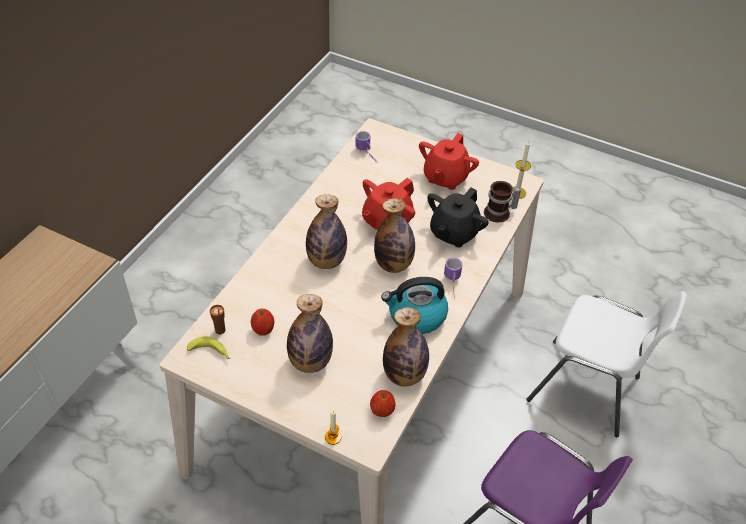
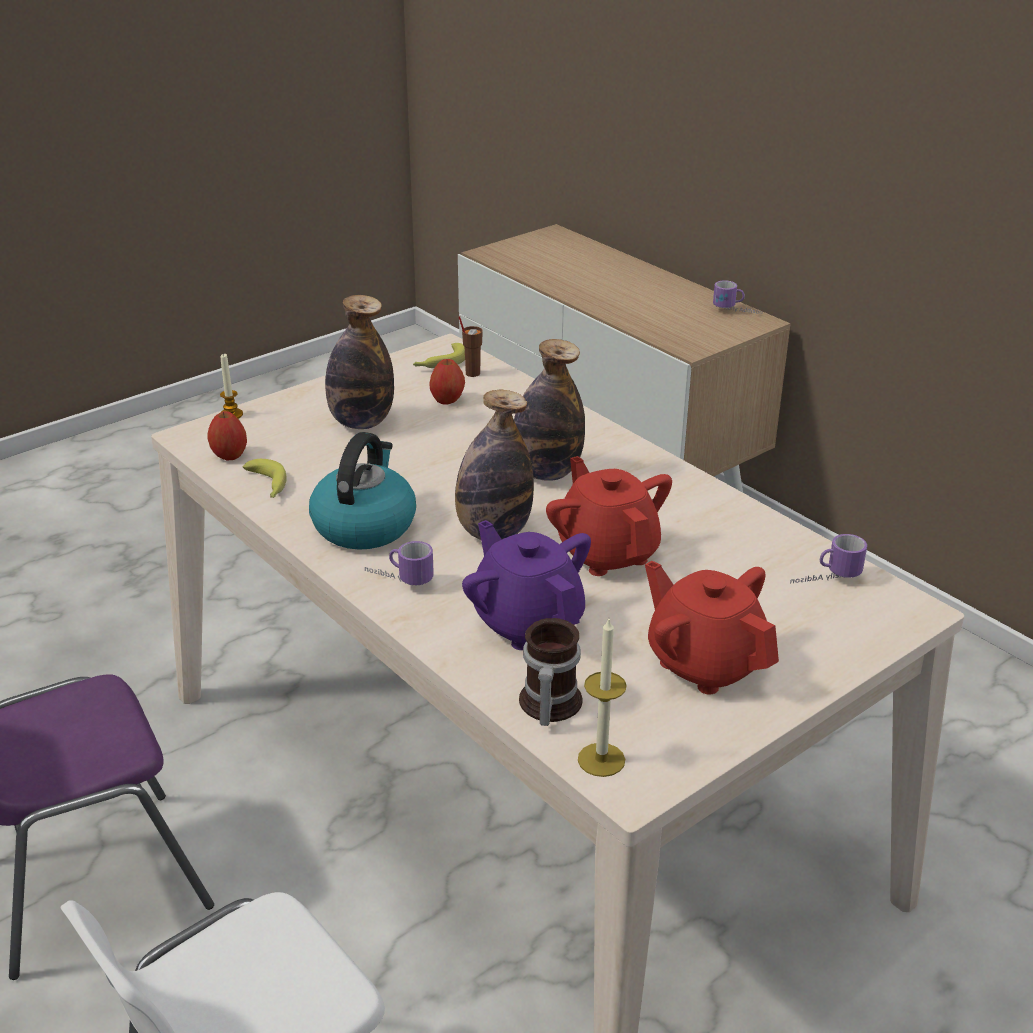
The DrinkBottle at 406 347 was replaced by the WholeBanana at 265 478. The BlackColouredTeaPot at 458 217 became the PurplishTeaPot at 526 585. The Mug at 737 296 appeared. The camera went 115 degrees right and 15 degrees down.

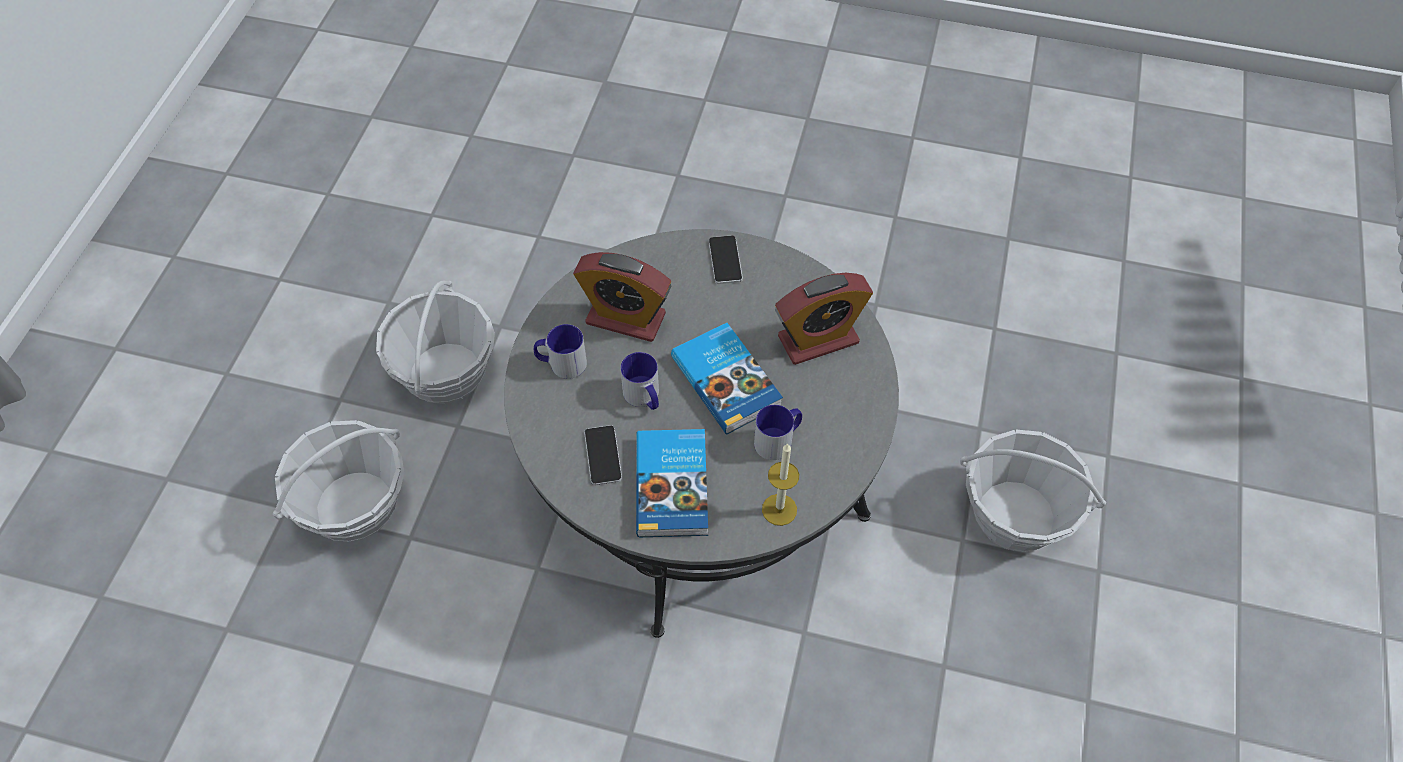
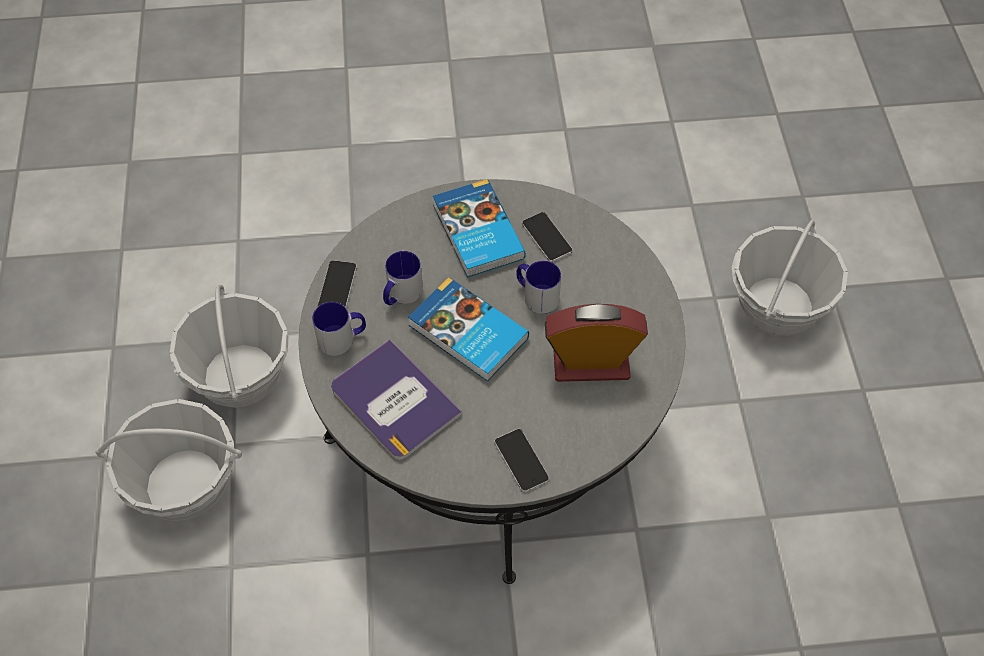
The StorageBasket moved from 435 342 to 229 346. The Mug moved from 560 351 to 339 329. The Phone at 337 284 appeared. The AlarmClock at 824 319 was replaced by the Book at 396 399. The Candle at 780 484 disappeared. The camera went 160 degrees right and 0 degrees up.

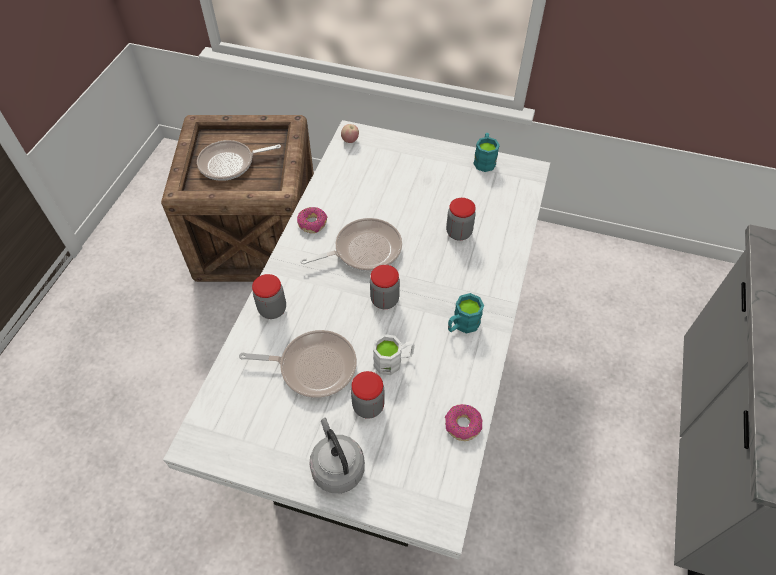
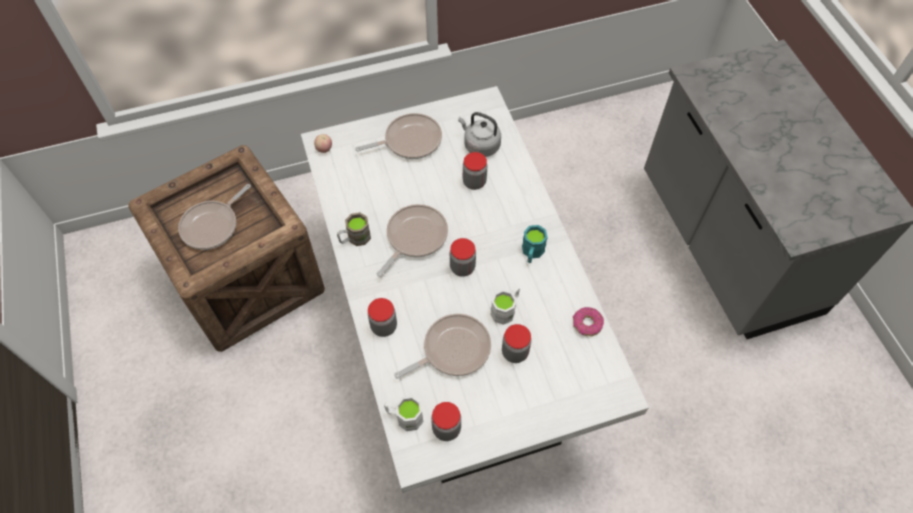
The RingDoughnut at 312 220 was replaced by the BrownColouredMug at 354 229. The Skillet at 398 136 appeared. The WhiteMug at 403 413 appeared. The StorageJar at 446 421 appeared. The GrayKettle moved from 337 455 to 479 134. The TurquoiseMug at 486 152 disappeared. The camera went 35 degrees left and 5 degrees up.

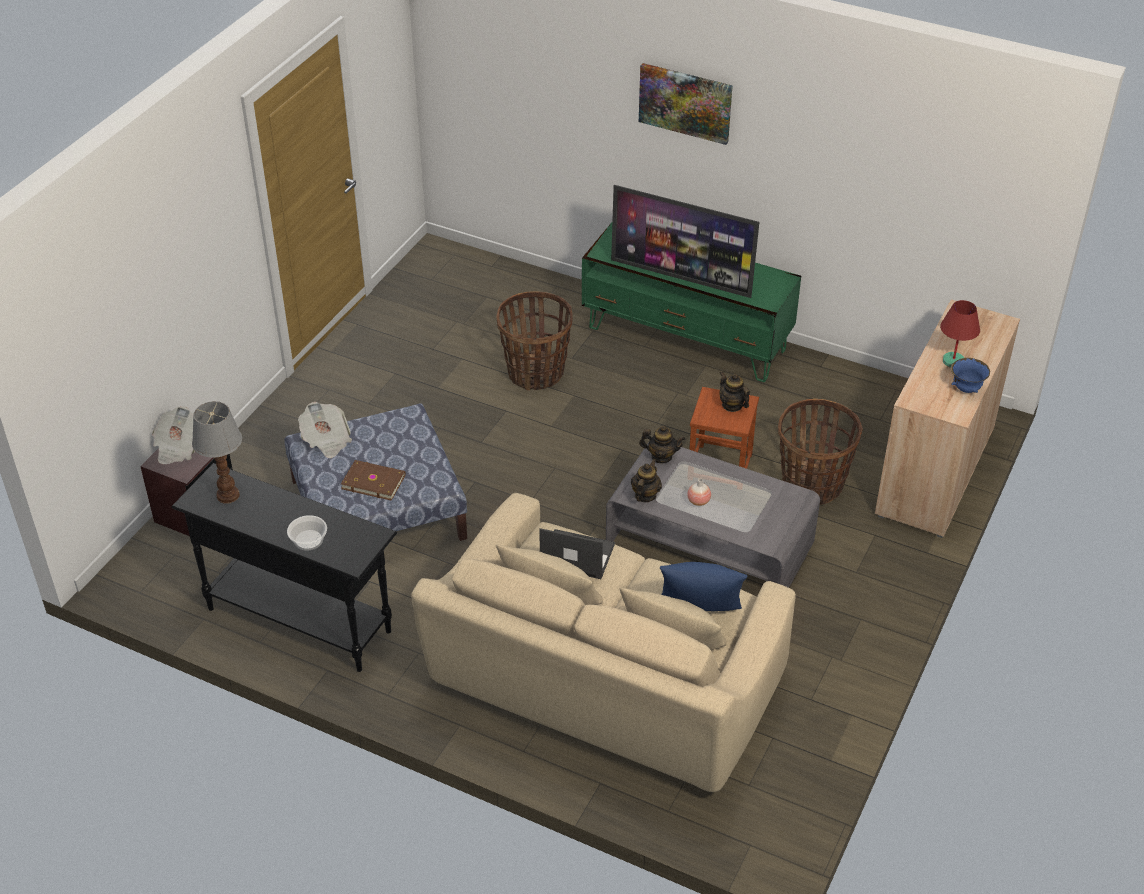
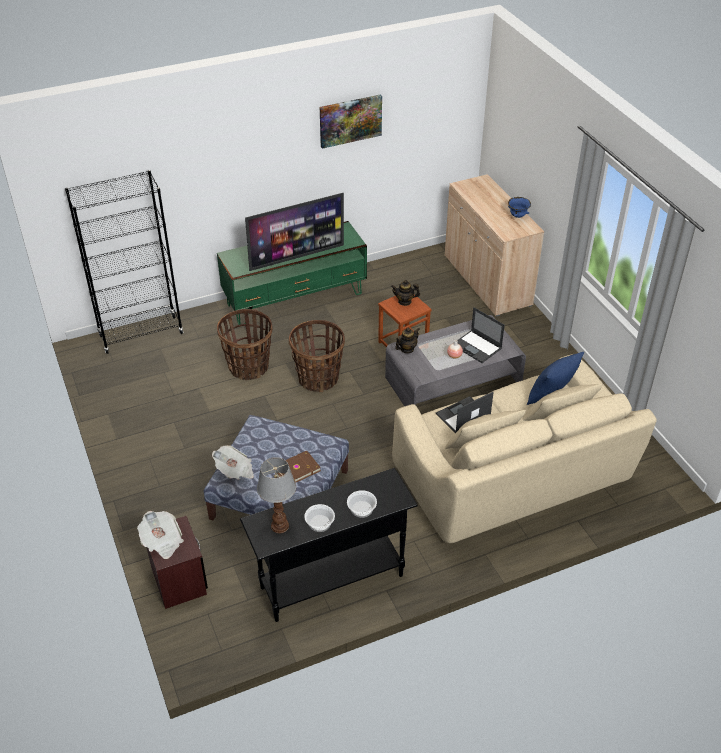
The BlackColouredBookcase at 124 262 appeared. The StorageBasket moved from 820 451 to 317 356. The Bowl at 319 518 appeared. The Picture moved from 686 104 to 351 121. The Laptop at 481 335 appeared. The TeaPot at 646 480 disappeared. The RedColouredLampForATable at 960 334 disappeared. The camera went 50 degrees left and 0 degrees up.

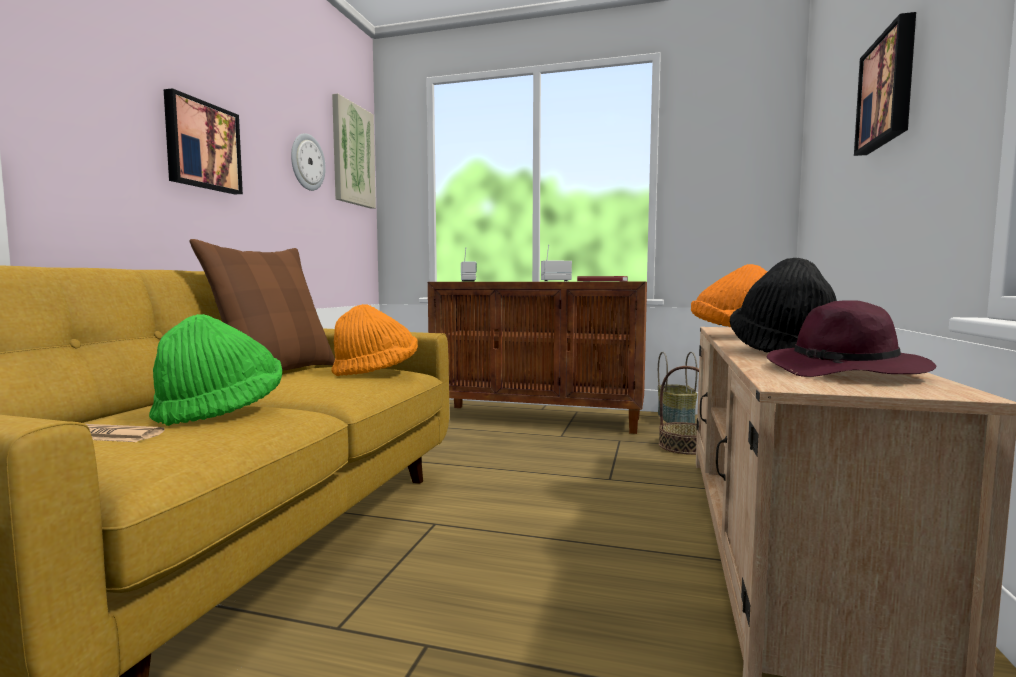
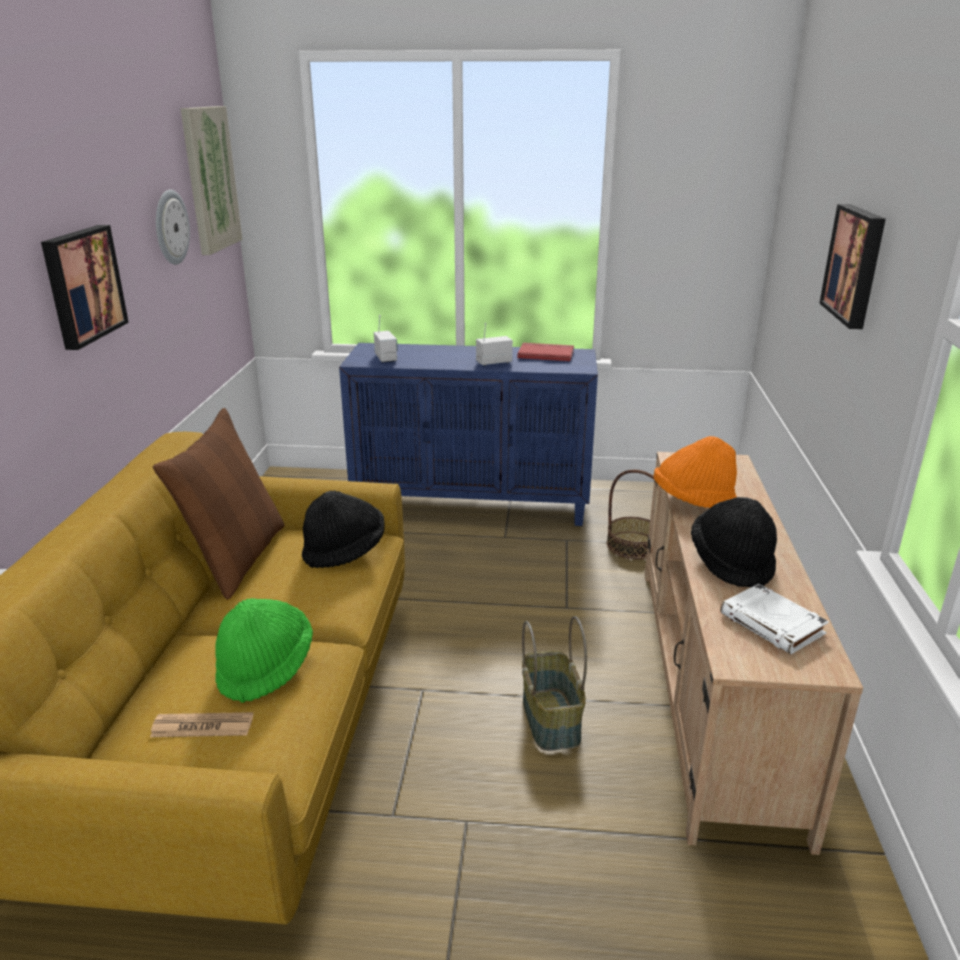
The OrangeClothingHat at 374 340 became the BlackColouredClothingHat at 343 529. The BrownColouredStorageCabinet at 537 358 became the BlueStorageCabinet at 468 434. The StorageBasket moved from 677 387 to 554 683. The PurplishClothingHat at 851 338 was replaced by the WhiteBook at 774 619. The camera went 10 degrees left and 20 degrees up.

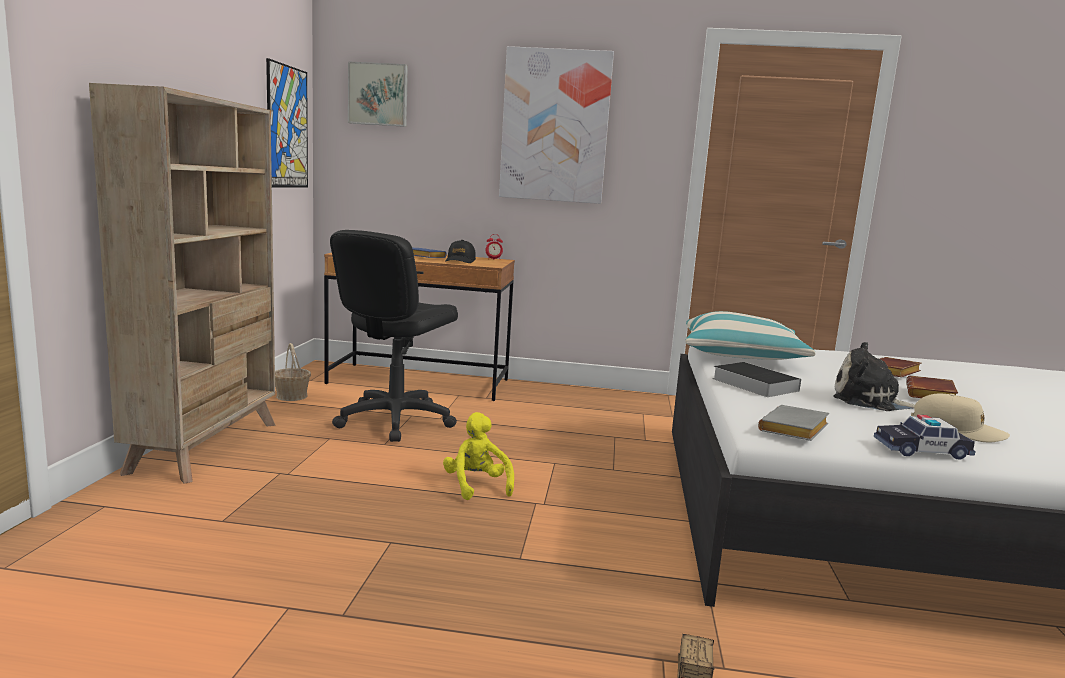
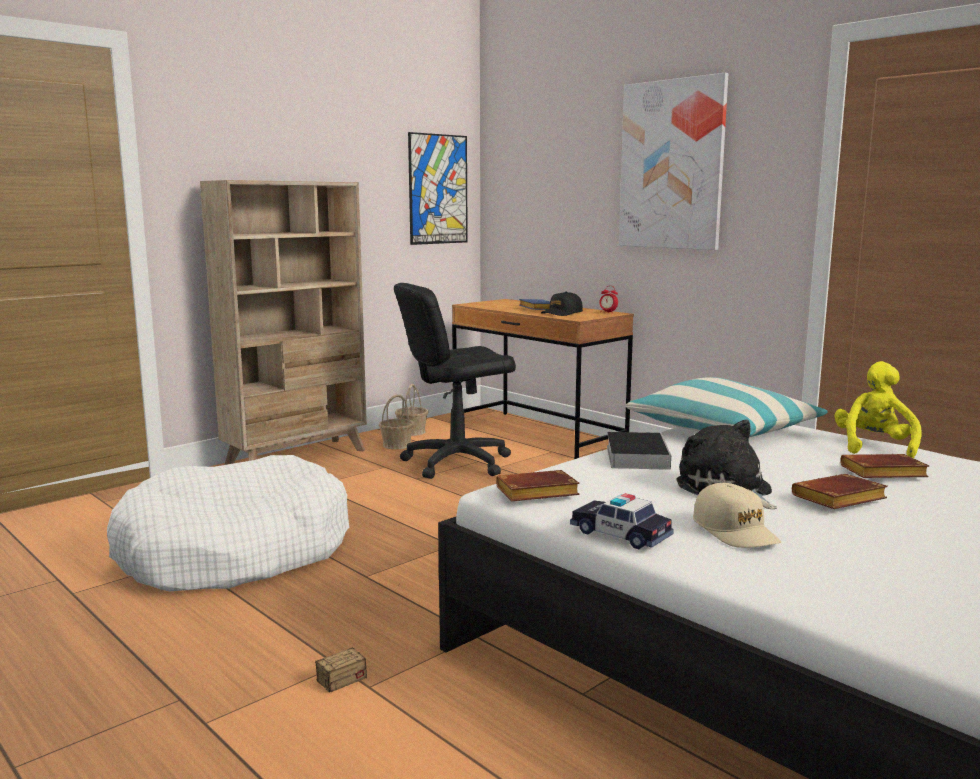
The WhiteDogCushion at 228 523 appeared. The StorageBasket at 396 422 appeared. The GrayBook at 793 423 became the BrownColouredBook at 538 485. The YellowCuddlyToy moved from 478 456 to 878 409. The Picture at 378 94 disappeared. The camera went 40 degrees right and 0 degrees up.

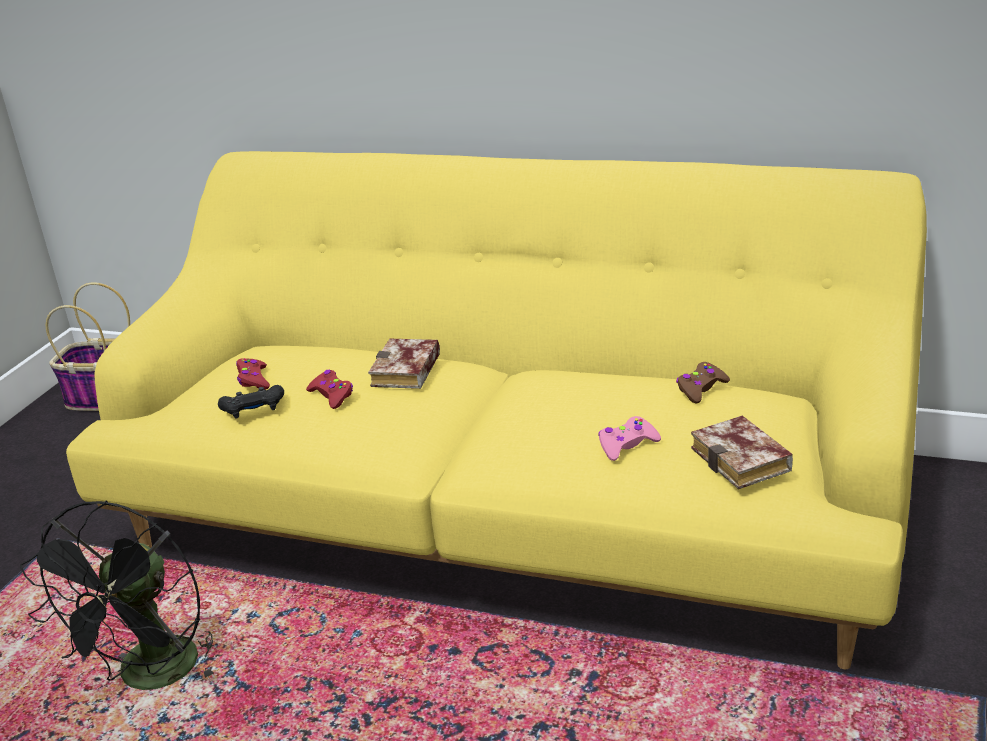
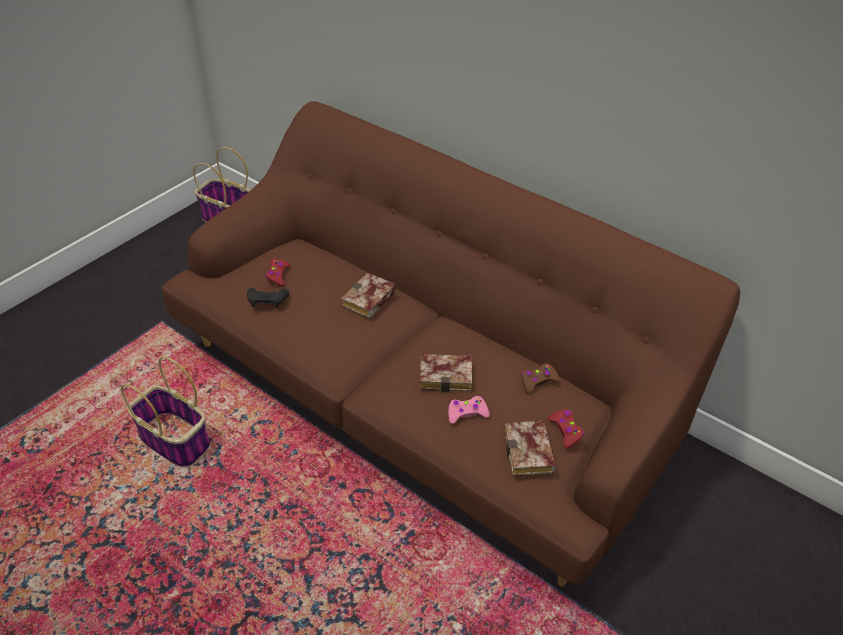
The BlackColouredElectricFan at 121 595 was replaced by the StorageBasket at 165 412. The YellowSofa at 496 410 became the BrownColouredSofa at 451 343. The Book at 446 373 appeared. The RedColouredGameController moved from 329 389 to 566 429. The camera went 15 degrees right and 15 degrees up.

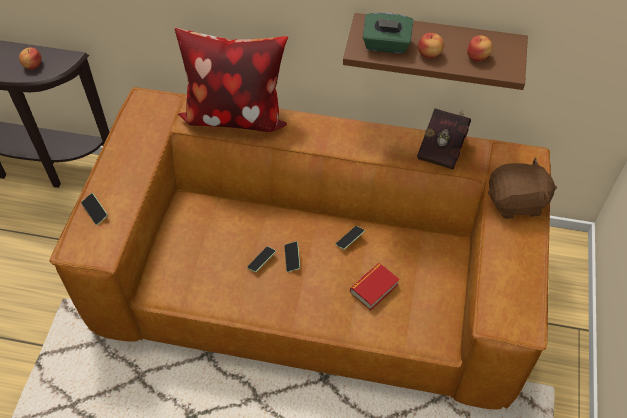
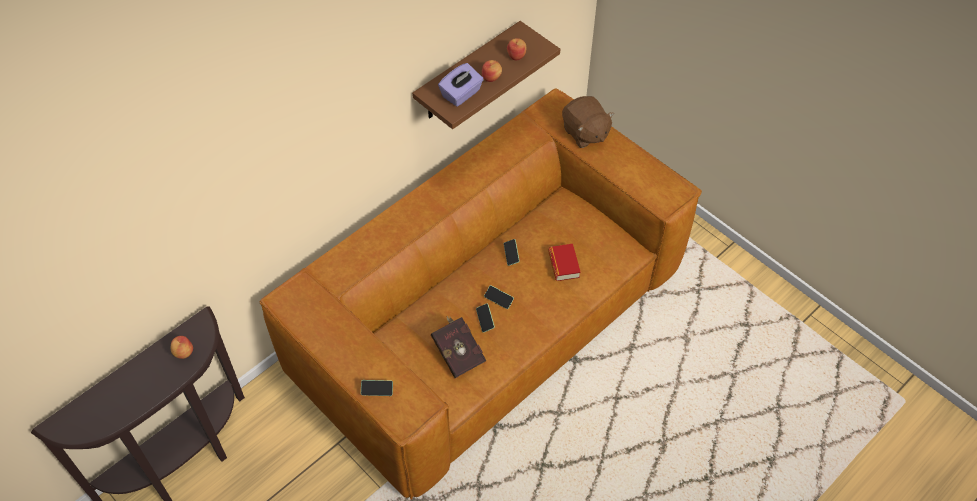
The RedColouredBook moved from 444 138 to 458 347. The GreenishTissueHolder at 388 33 became the PurplishTissueHolder at 461 85. The BrownColouredCuddlyToy at 522 188 turned 120 degrees clockwise. The Cushion at 231 80 disappeared. The camera went 55 degrees left and 0 degrees up.

